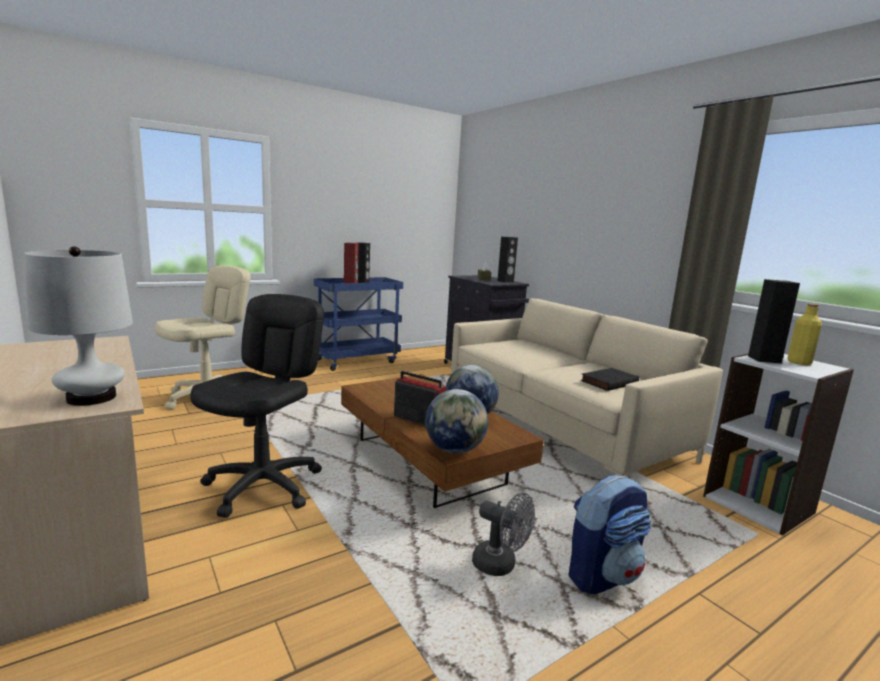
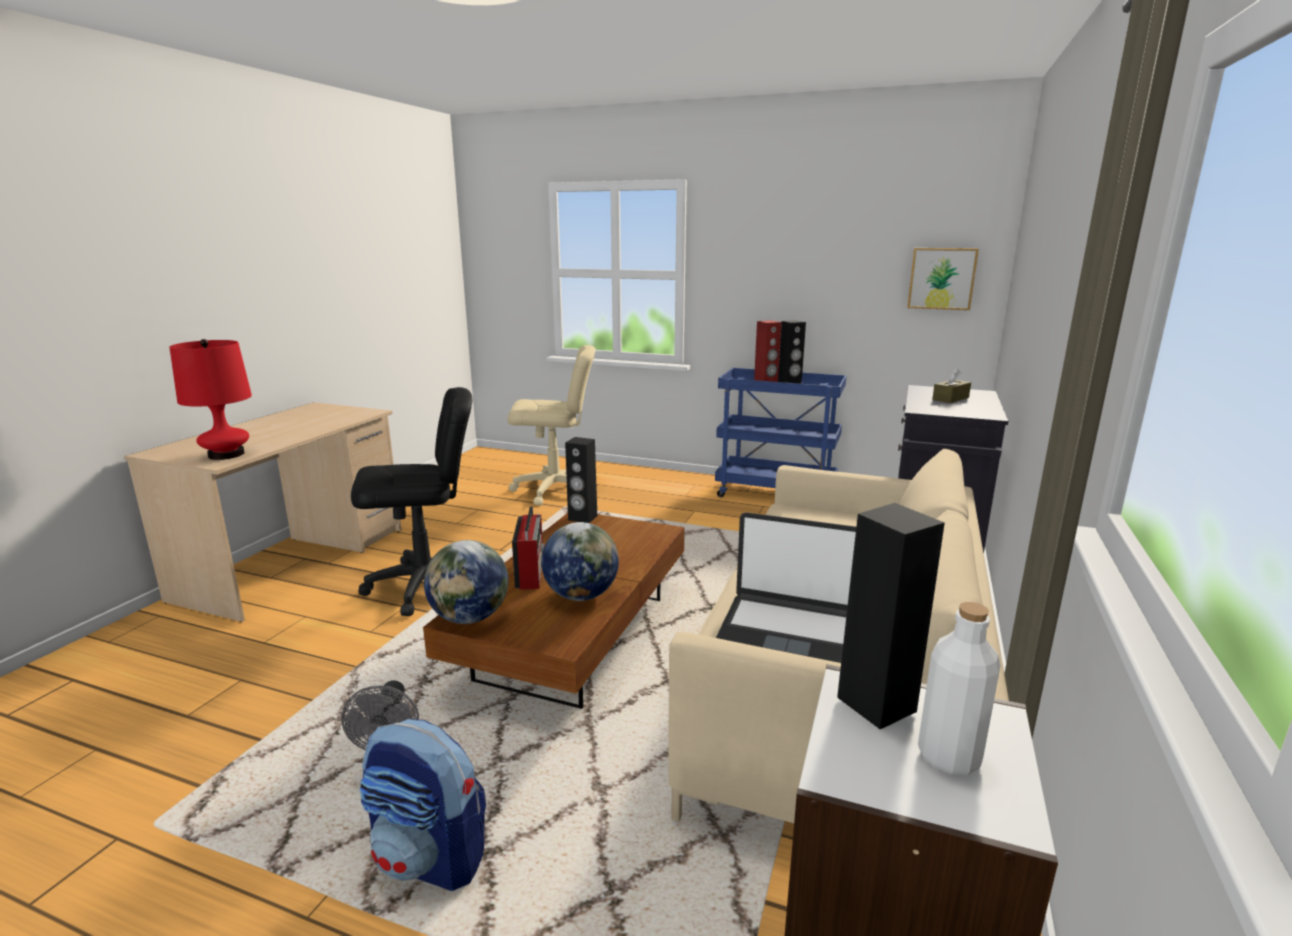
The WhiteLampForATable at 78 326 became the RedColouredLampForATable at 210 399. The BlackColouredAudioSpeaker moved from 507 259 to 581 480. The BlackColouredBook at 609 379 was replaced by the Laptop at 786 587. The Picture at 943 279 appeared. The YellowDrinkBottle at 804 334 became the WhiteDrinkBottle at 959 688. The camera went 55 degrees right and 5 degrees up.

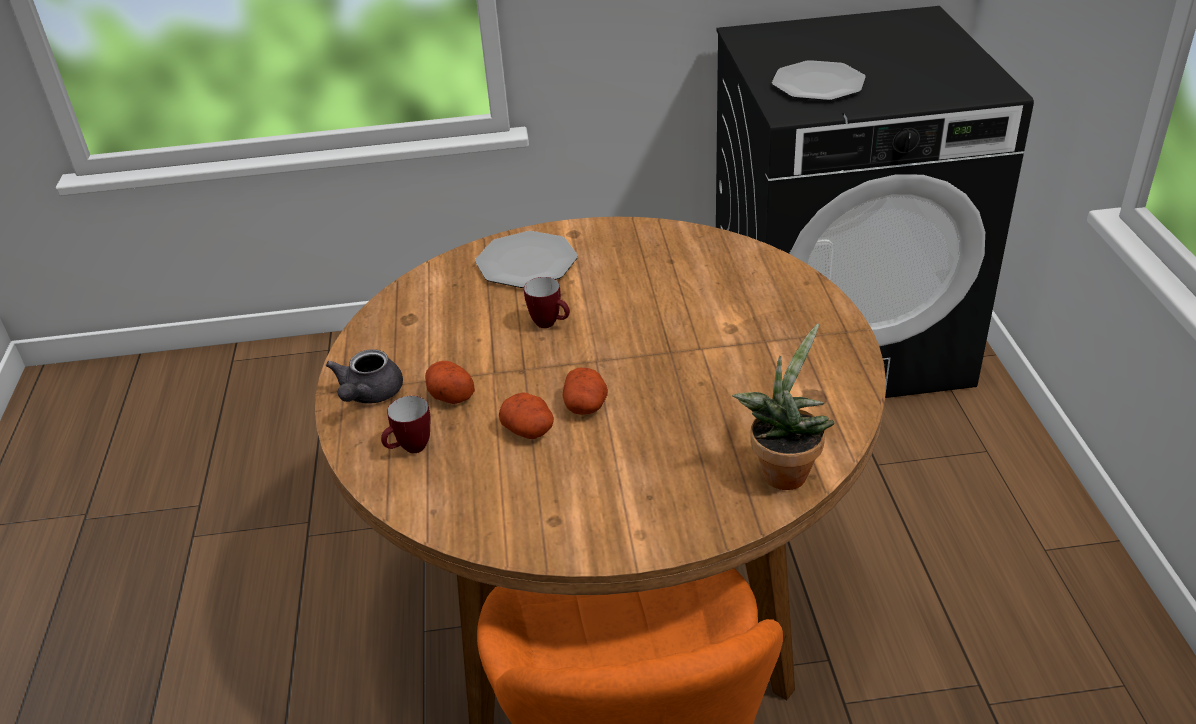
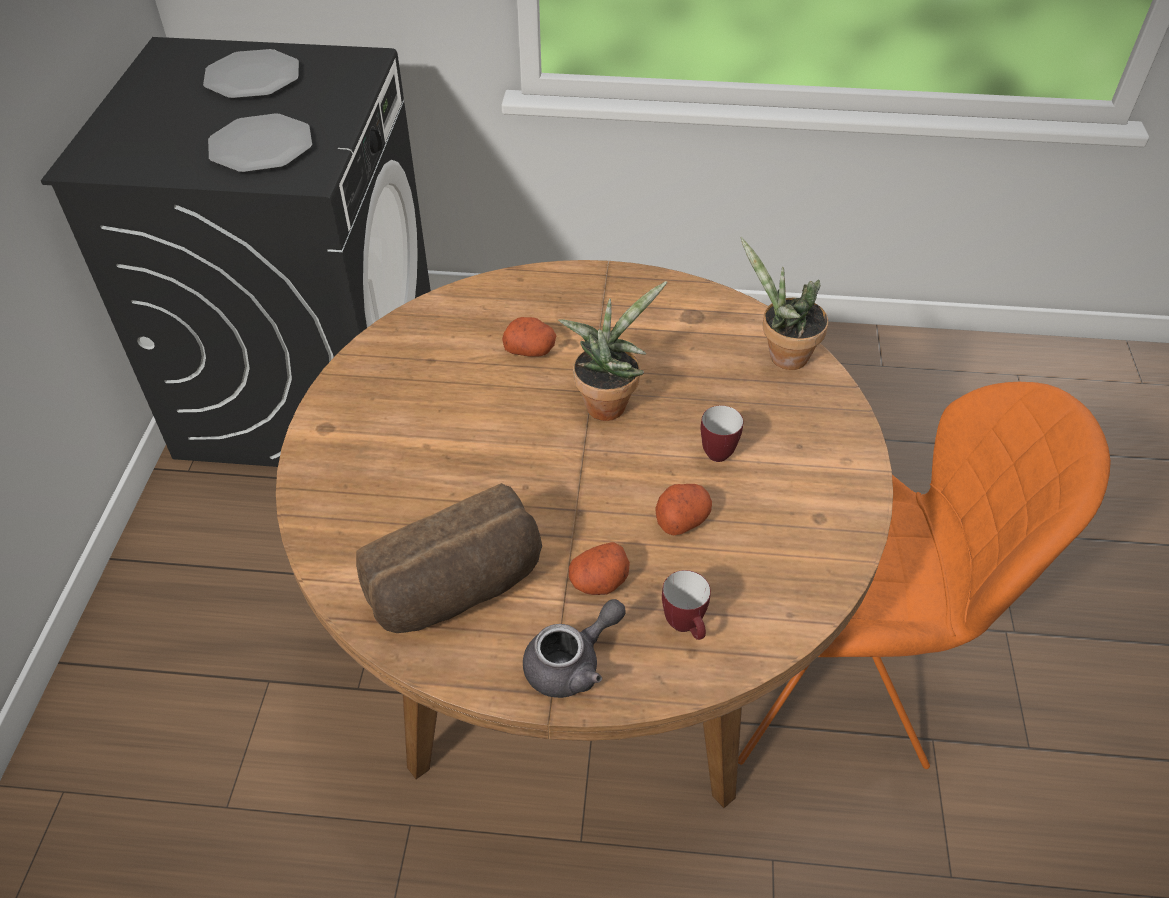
The FlatDish moved from 526 259 to 251 74. The Bread at 449 558 appeared. The Potato moved from 585 391 to 529 337. The GrayTeaPot at 364 376 turned 60 degrees counterclockwise. The PottedPlant at 612 351 appeared. The Mug moved from 547 302 to 722 433. The camera went 80 degrees left and 10 degrees up.

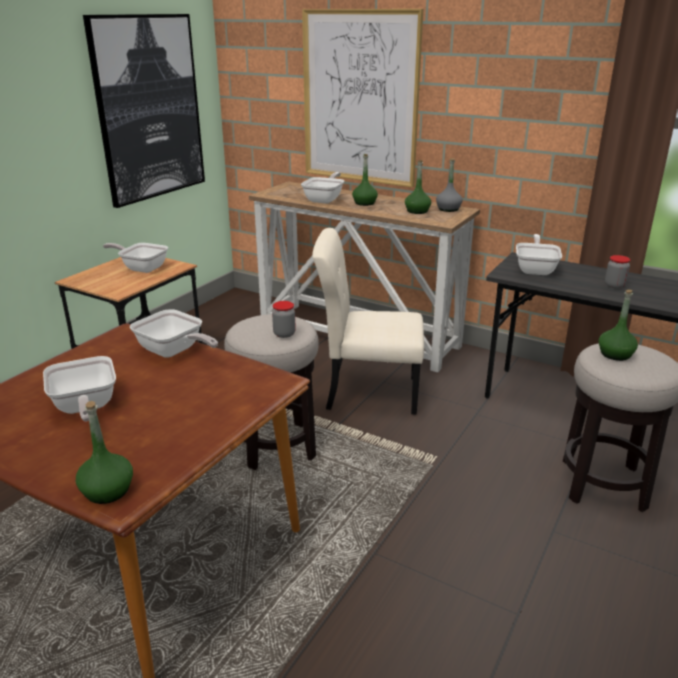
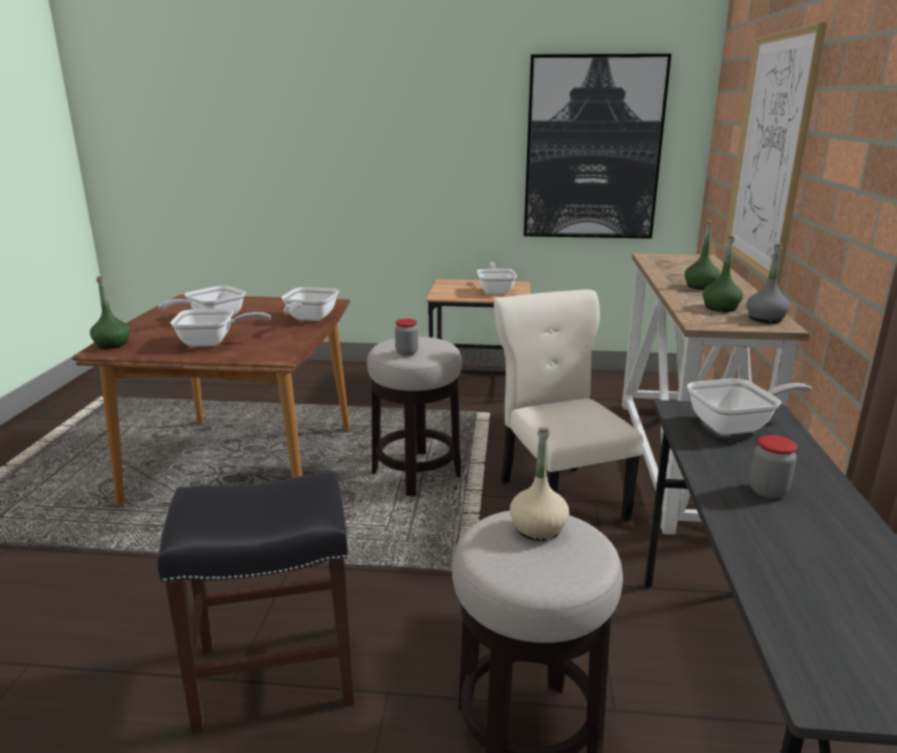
The BlackColouredStool at 256 602 appeared. The Skillet moved from 322 188 to 220 328. The GreenishDrinkBottle at 618 325 became the SandColouredDrinkBottle at 539 484. The camera went 65 degrees right and 5 degrees down.

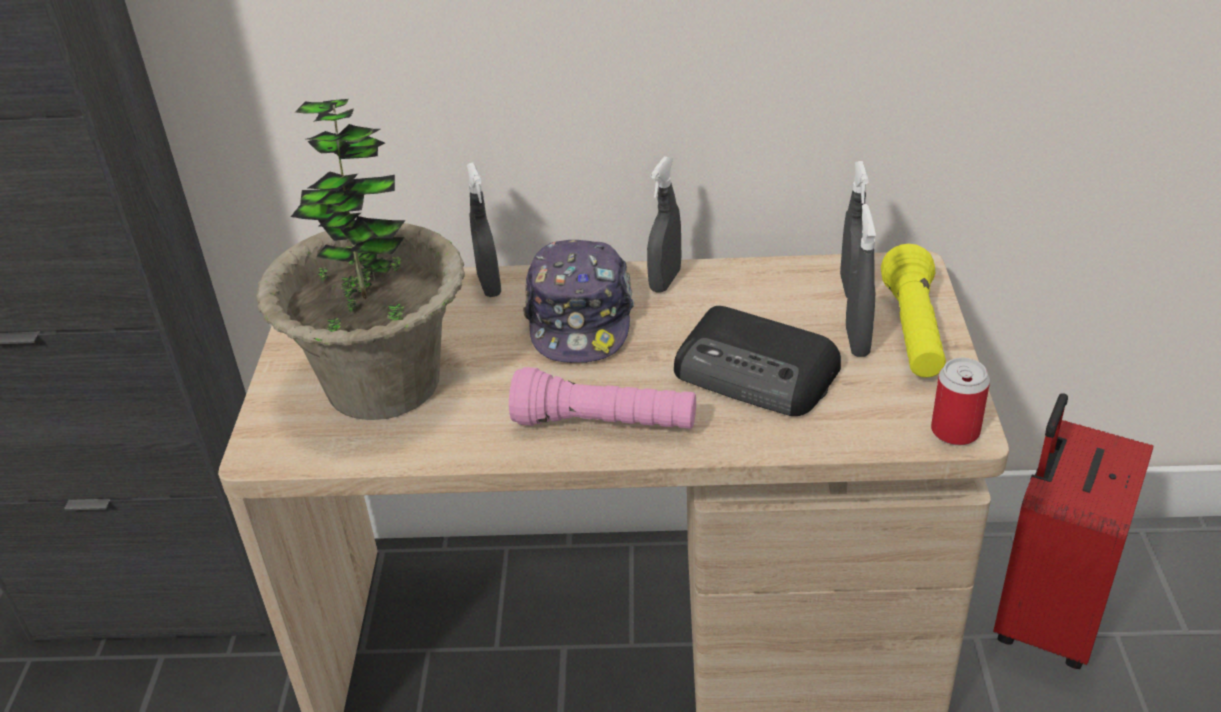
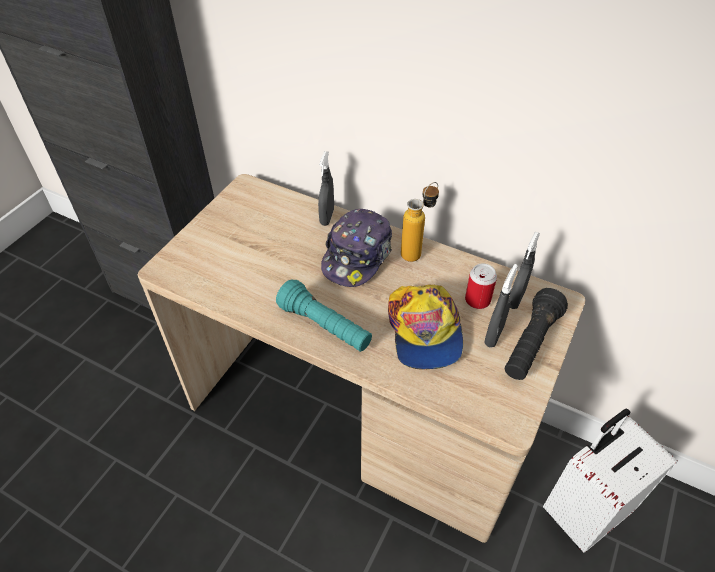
The PinkFlashlight at 602 398 became the TurquoiseFlashlight at 324 315. The RadioReceiver at 757 361 was replaced by the BaseballCap at 425 327. The GraySprayer at 664 225 was replaced by the DrinkBottle at 420 222. The MetalCan moved from 960 401 to 481 286. The YellowFlashlight at 913 311 became the BlackColouredFlashlight at 536 334. The RedColouredPieceOfLuggage at 1073 531 became the WhitePieceOfLuggage at 610 480. The PottedPlant at 360 259 disappeared. The camera went 25 degrees right and 10 degrees up.

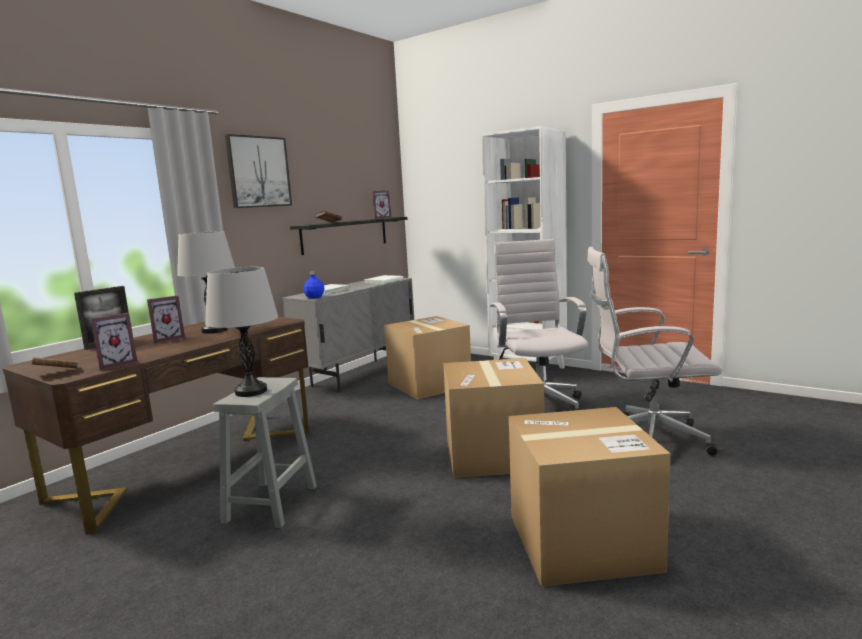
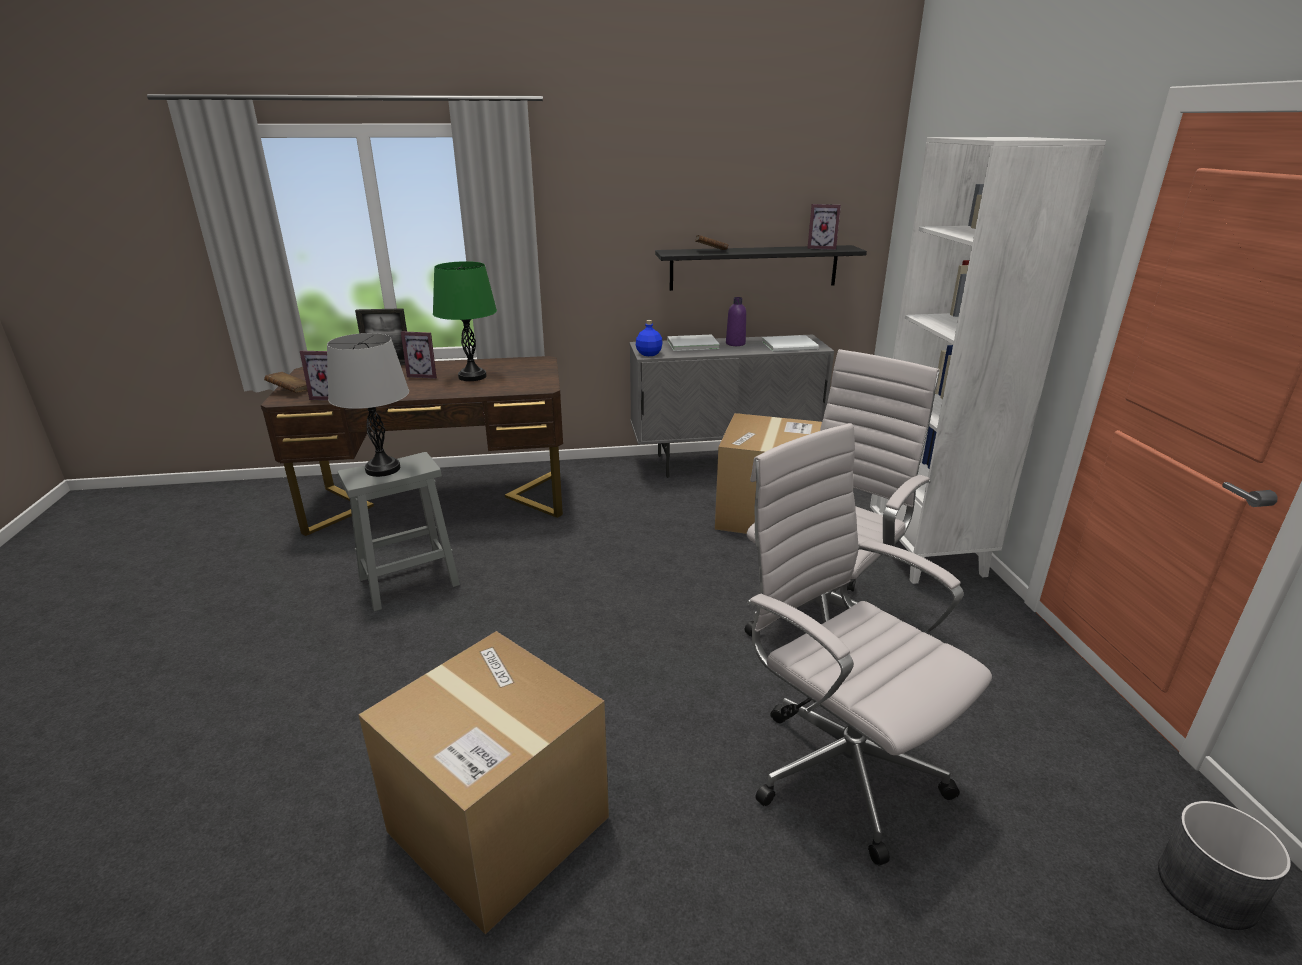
The GrayLampForATable at 206 282 became the GreenishLampForATable at 465 321. The PurplishDrinkBottle at 736 321 appeared. The GrayFlowerPot at 1224 865 appeared. The Picture at 258 171 disappeared. The Carton at 494 418 disappeared. The camera went 45 degrees right and 15 degrees up.

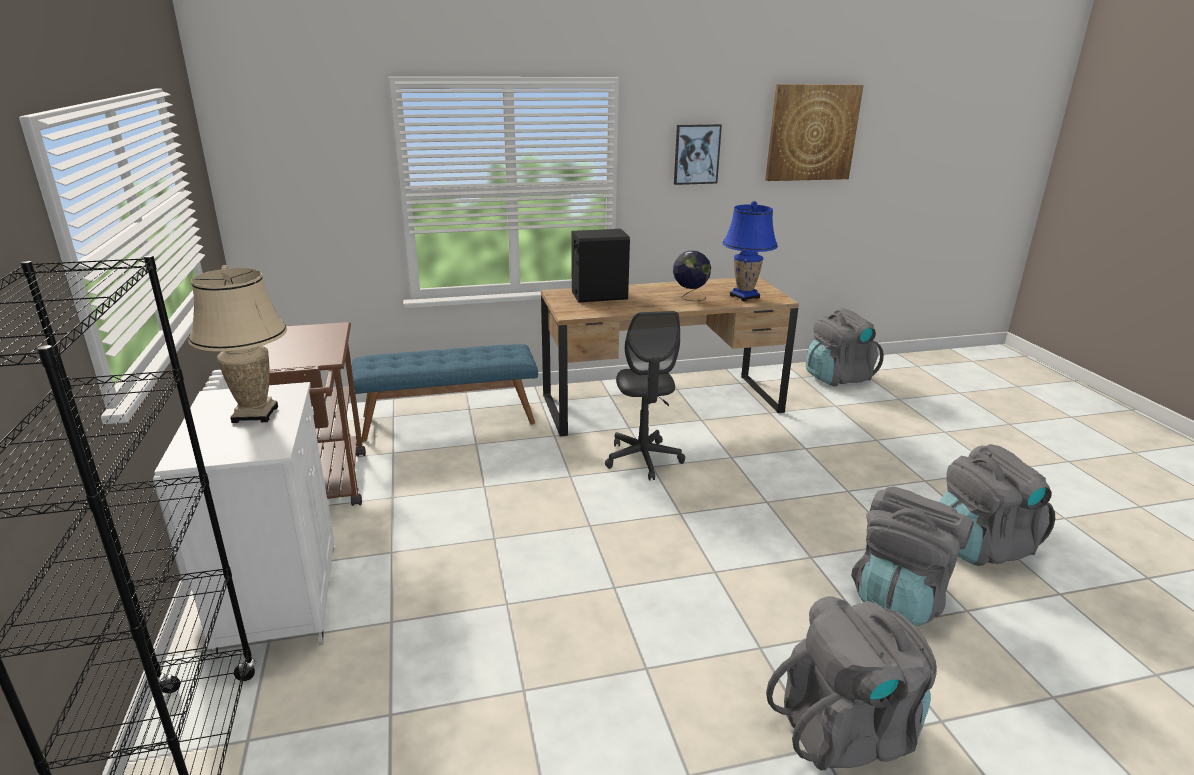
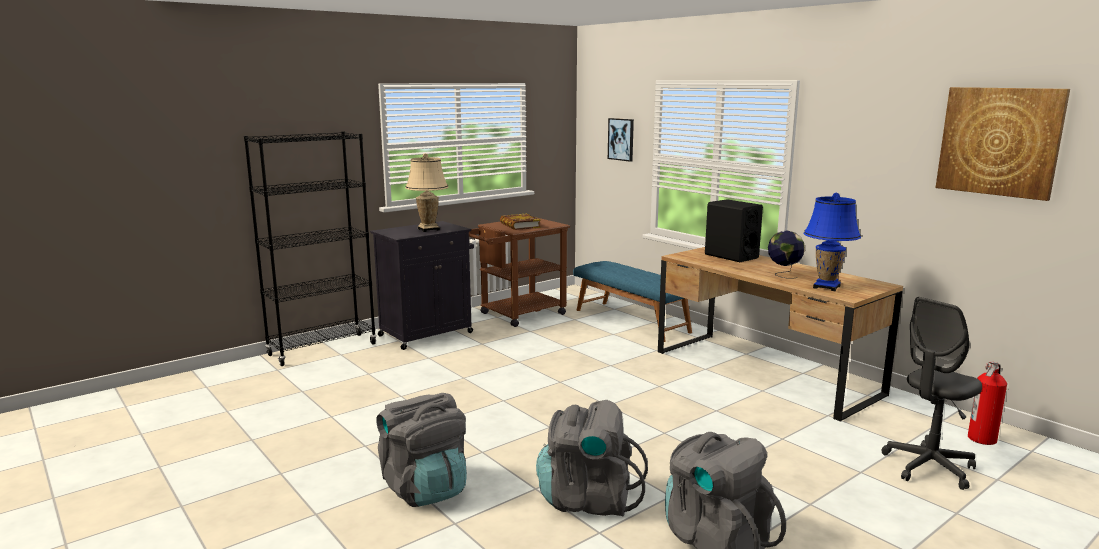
The WhiteStorageCabinet at 244 522 became the BlackColouredStorageCabinet at 422 285. The Book at 520 222 appeared. The Picture moved from 698 154 to 621 140. The GrayOfficeChair moved from 645 395 to 932 393. The GrayKnapsack at 845 347 was replaced by the Extinguisher at 987 403. The camera went 65 degrees right and 10 degrees down.

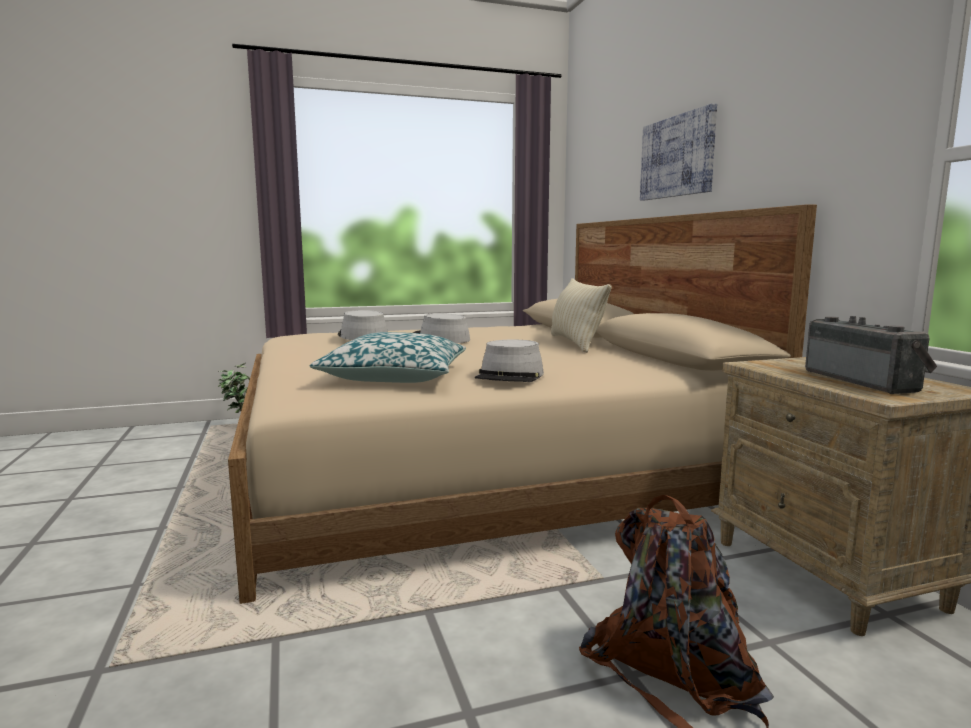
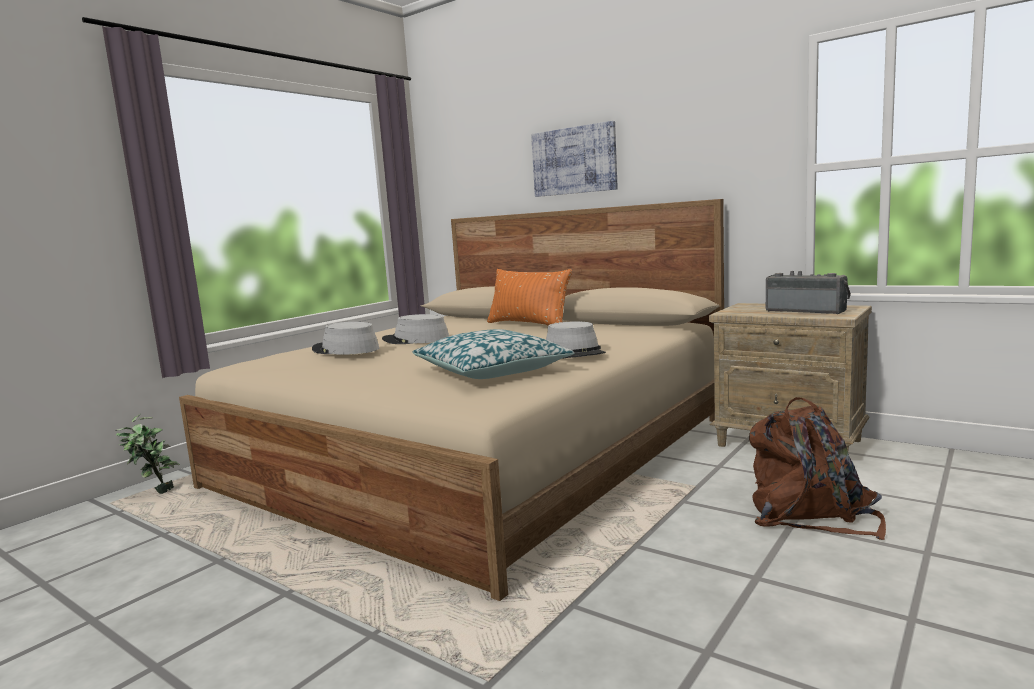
The SandColouredCushion at 581 315 became the OrangeCushion at 529 297. The camera went 35 degrees left and 0 degrees up.

